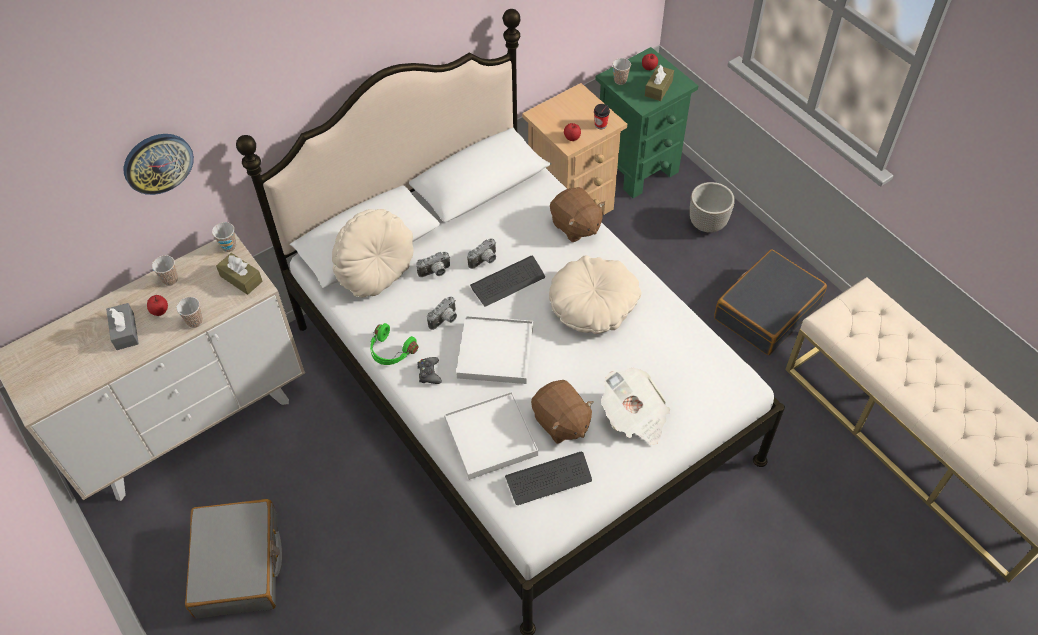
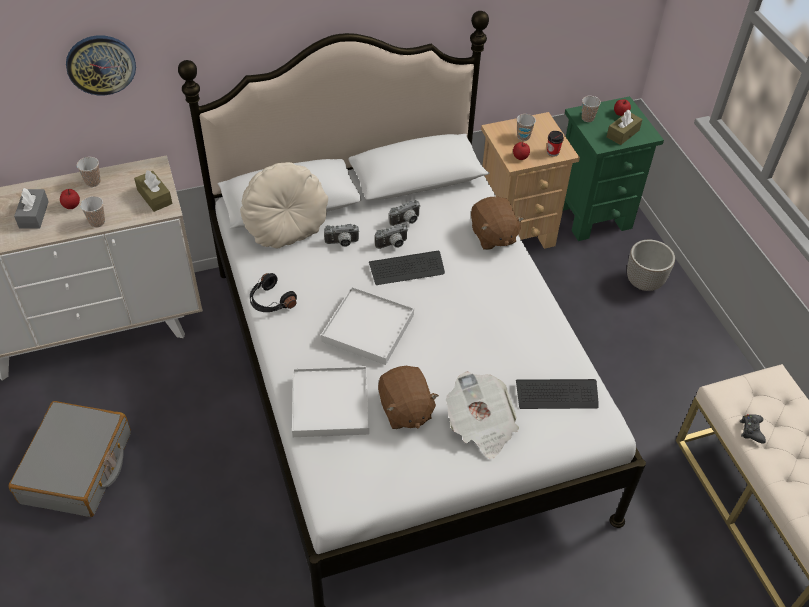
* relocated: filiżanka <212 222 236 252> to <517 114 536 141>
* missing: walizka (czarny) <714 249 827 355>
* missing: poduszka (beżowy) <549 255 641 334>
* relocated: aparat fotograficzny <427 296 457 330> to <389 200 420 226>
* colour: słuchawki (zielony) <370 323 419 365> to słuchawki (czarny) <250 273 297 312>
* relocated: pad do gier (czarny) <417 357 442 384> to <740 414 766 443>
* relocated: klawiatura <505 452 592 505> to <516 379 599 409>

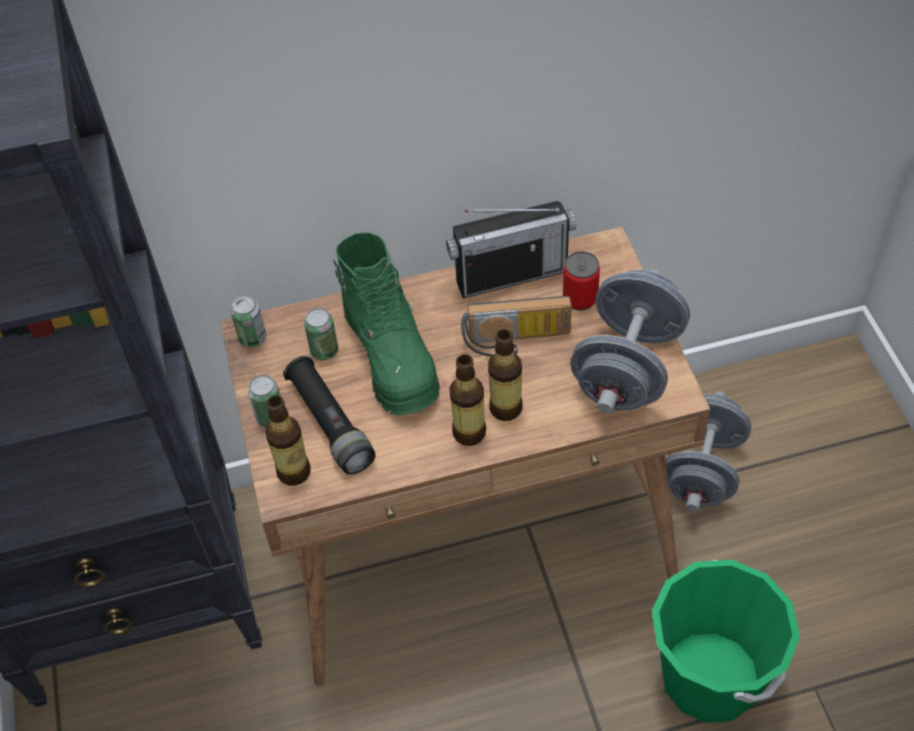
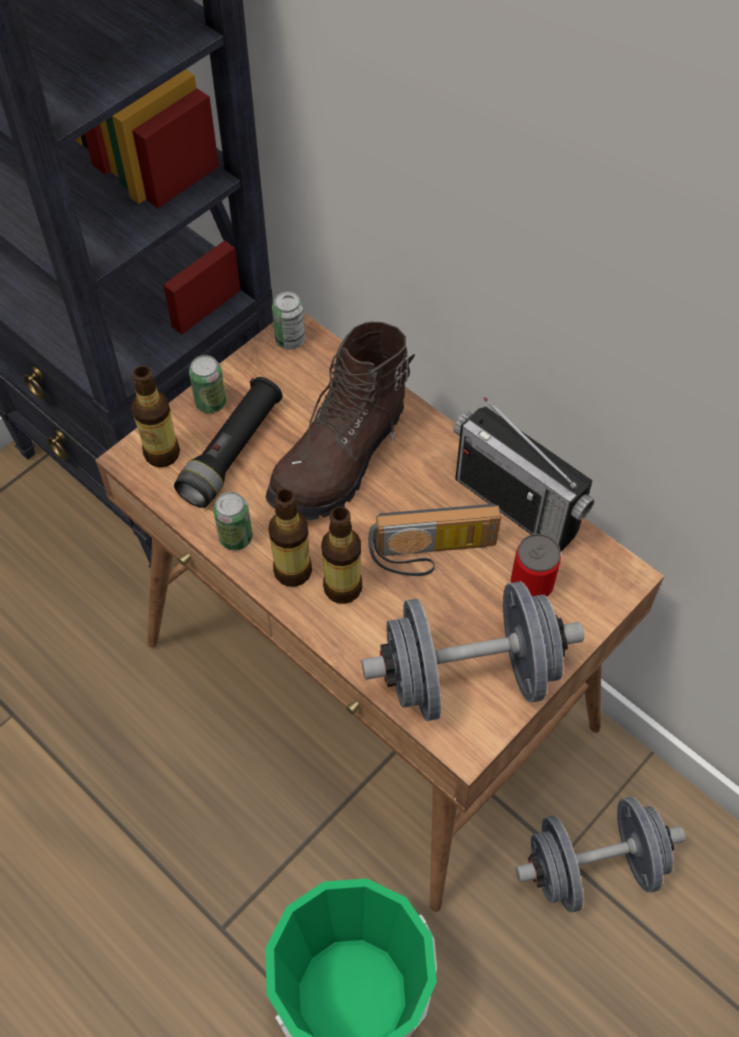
* colour: but z cholewką (zielony) <333 232 440 415> to but z cholewką (brązowy) <266 322 415 520>
* spun: radio <461 296 572 357> = <368 504 501 576> 60 degrees counterclockwise
* relocated: puszka <304 308 338 360> to <213 492 253 551>

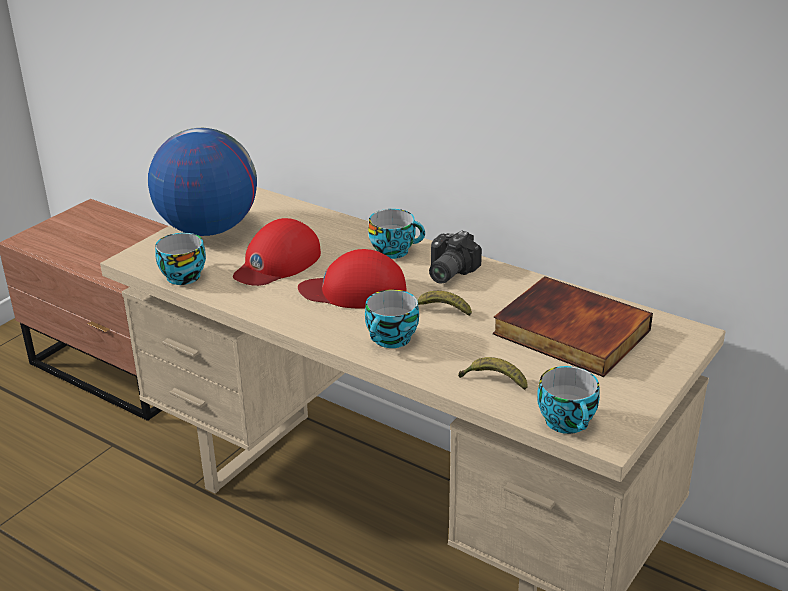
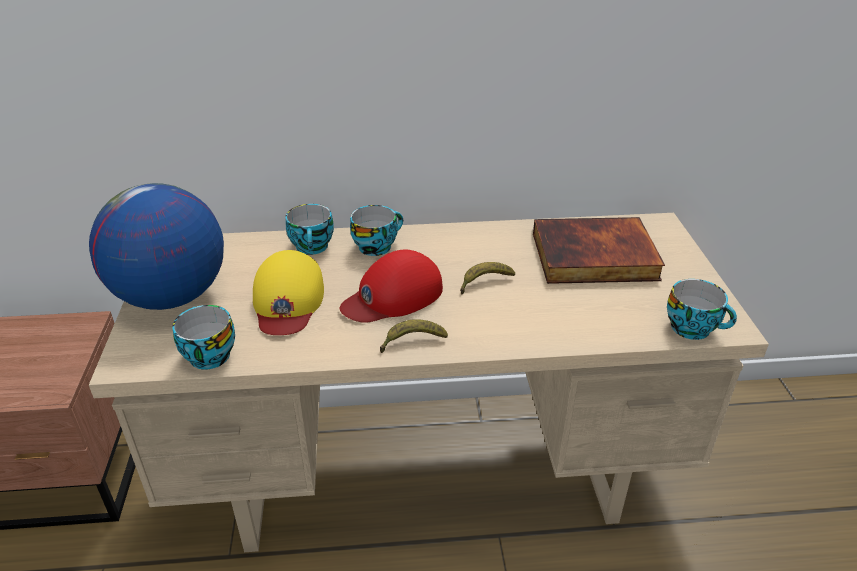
* colour: czapka z daszkiem (czerwony) <233 218 321 286> to czapka z daszkiem (żółty) <253 250 324 335>
* missing: aparat fotograficzny <429 231 482 284>
* relocated: filiżanka <365 289 419 348> to <286 204 334 255>
* relocated: banan <458 357 527 390> to <380 319 448 353>

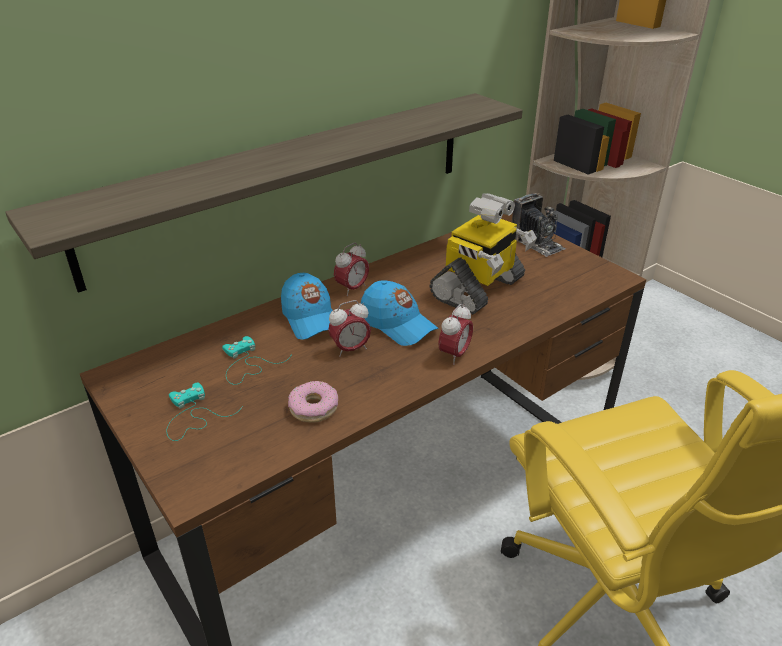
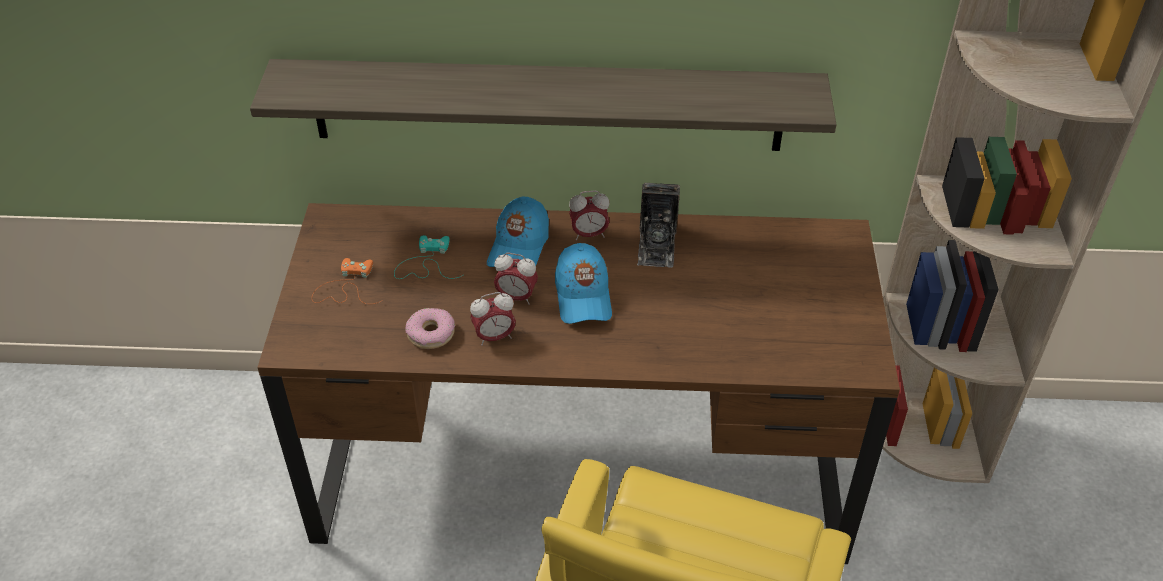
* missing: robot zabawkowy <430 193 537 315>
* relocated: aparat fotograficzny <512 193 566 257> to <637 183 680 268>
* relocated: budzik <438 304 473 365> to <470 292 516 346>
* colour: pad do gier (turkusowy) <166 383 243 441> to pad do gier (pomarańczowy) <312 258 381 304>

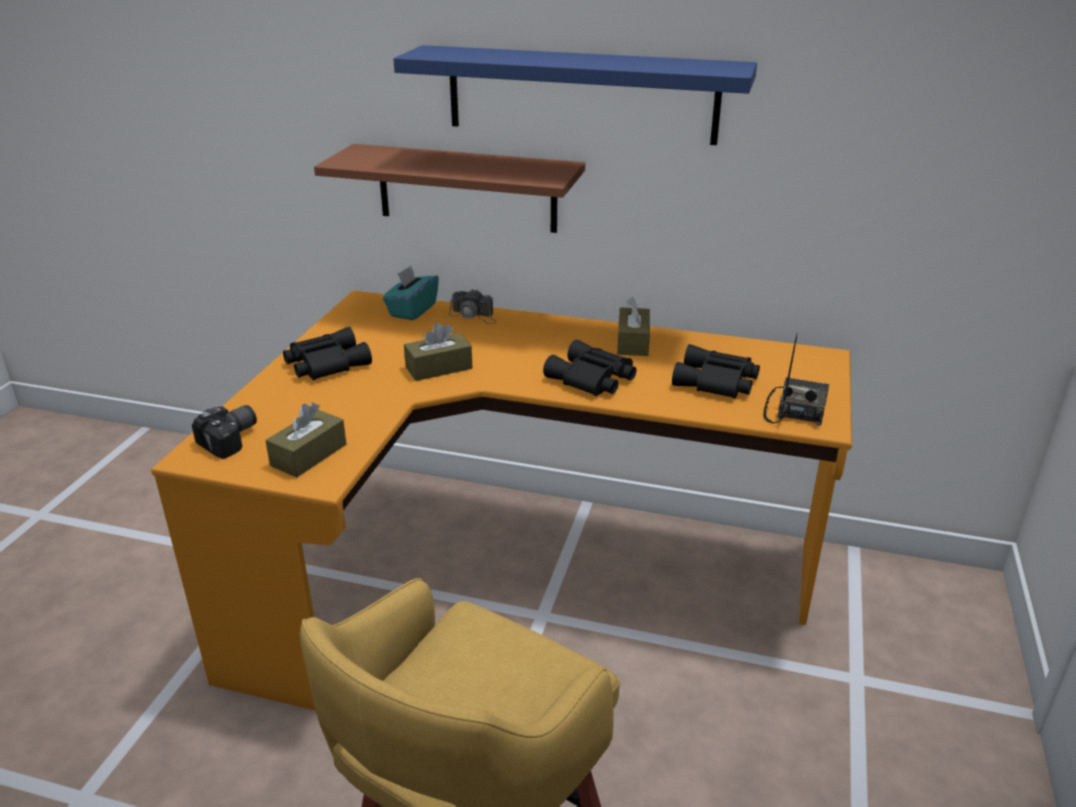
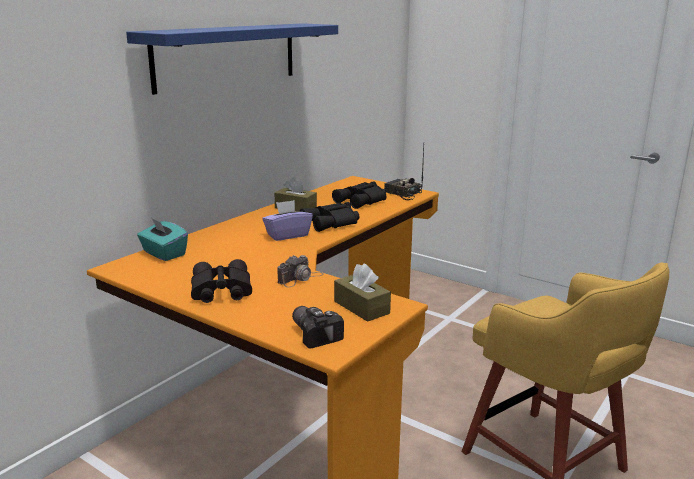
* missing: półka (brązowy) <314 144 585 233>
* relocated: aparat fotograficzny <448 289 496 324> to <277 255 324 287>
* missing: pudełko chusteczek (brązowy) <404 322 472 381>
* appeared: pudełko chusteczek (fioletowy) <262 200 313 241>

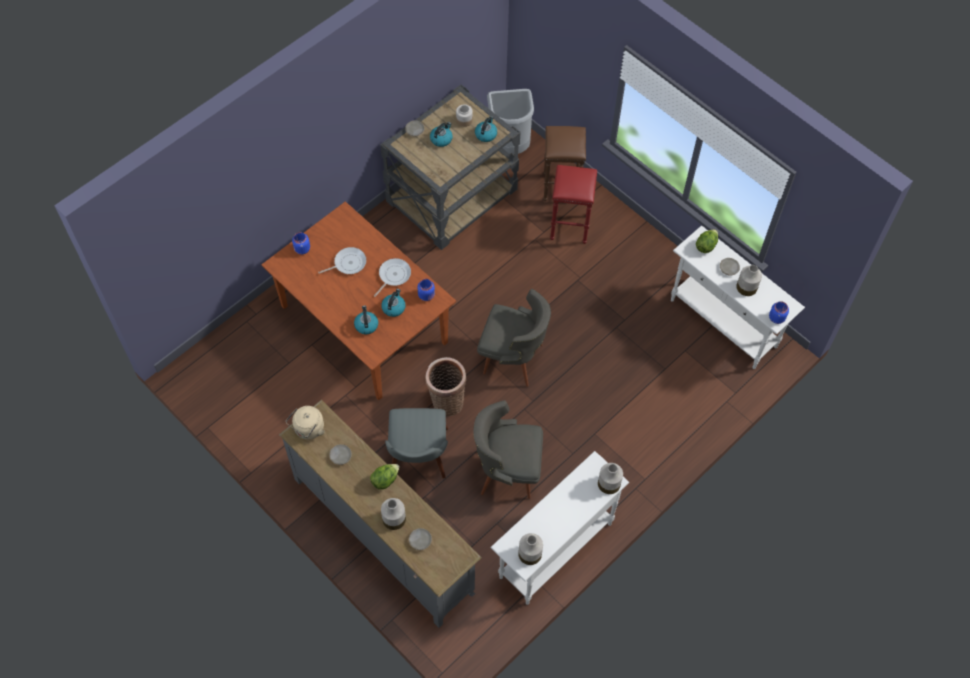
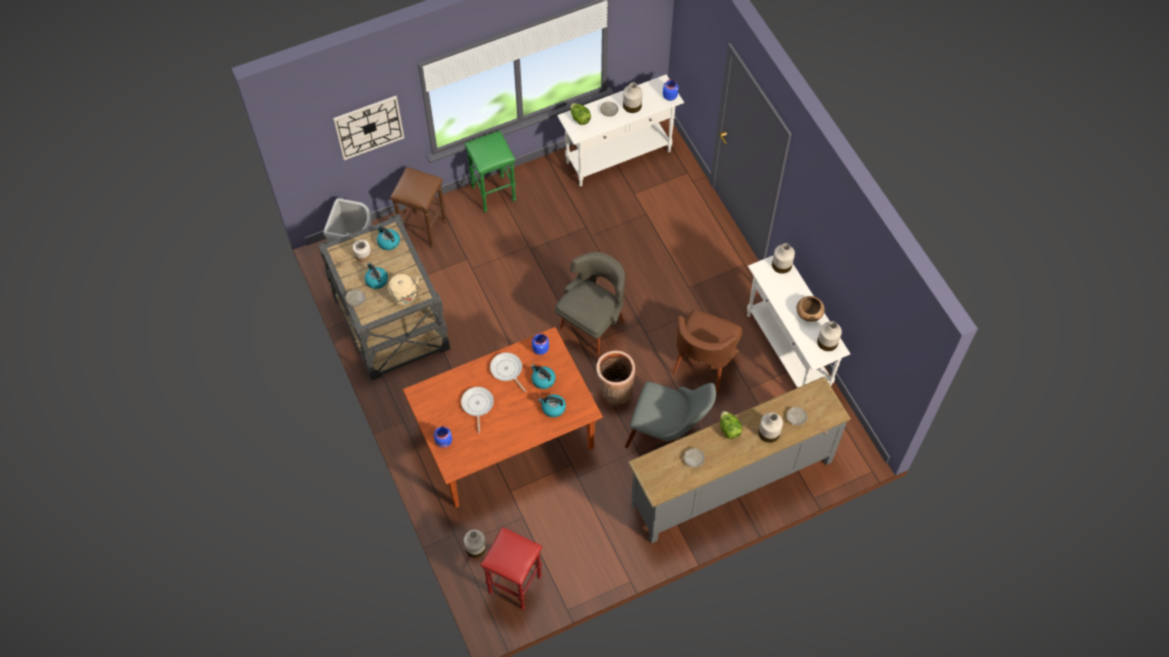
* relocated: stołek (czerwony) <550 165 597 244> to <481 527 542 610>
* colour: krzesło (szary) <473 400 543 499> to krzesło (brązowy) <672 309 742 392>
* relocated: czajnik (beżowy) <286 406 325 439> to <388 274 419 305>
* appeared: zegar ścienny <333 96 404 160>
* appeared: stołek (zielony) <464 131 516 212>
* appeared: miska (brązowy) <797 296 825 322>
* appeared: wazon (beżowy) <464 530 486 558>

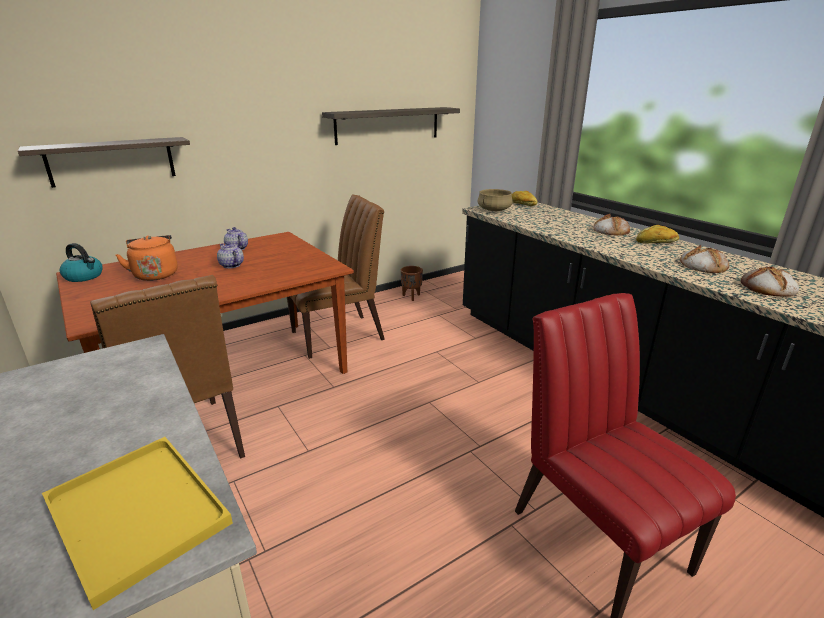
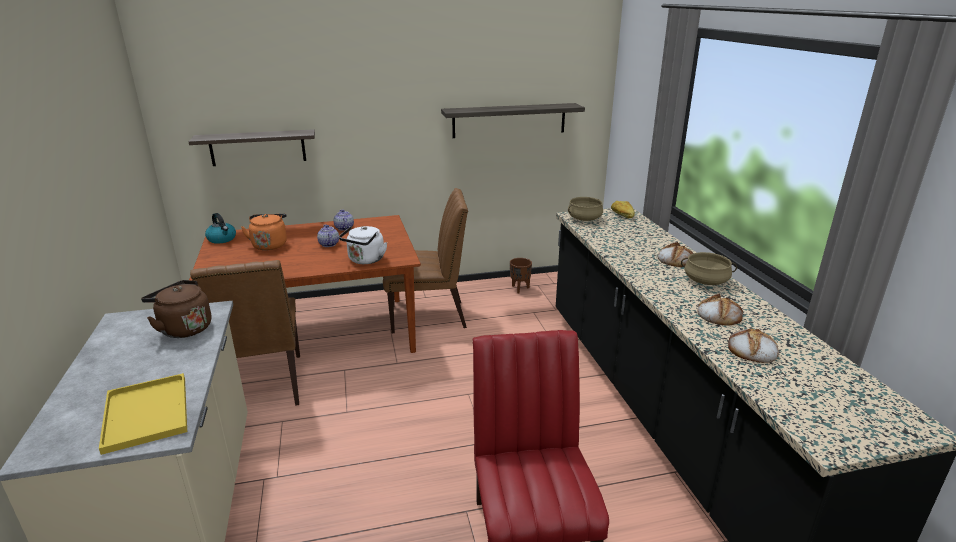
* exchanged: chleb <636 225 679 244> to garnek (beżowy) <681 252 737 285>
* appeared: czajnik (biały) <339 226 387 264>
* appeared: czajnik (brązowy) <141 280 211 338>

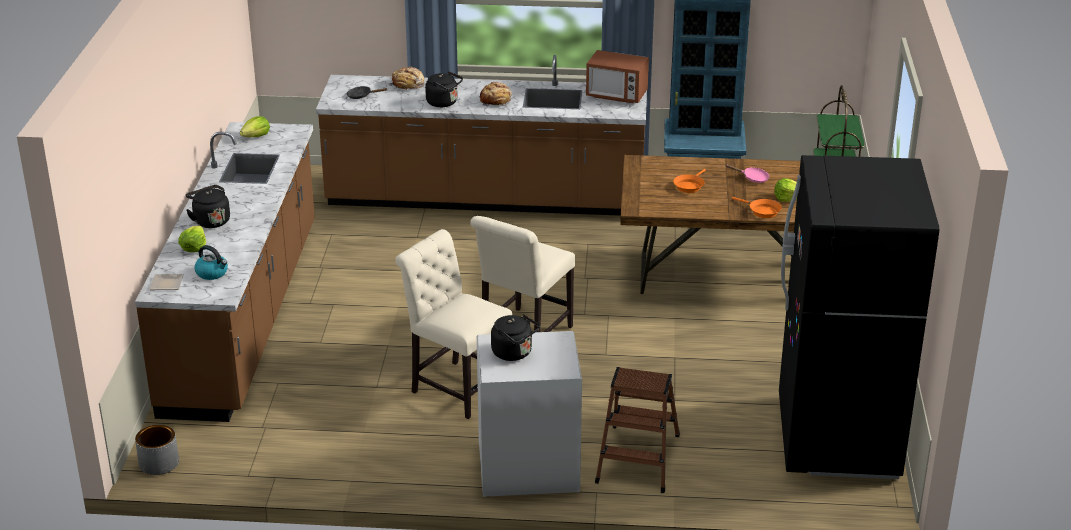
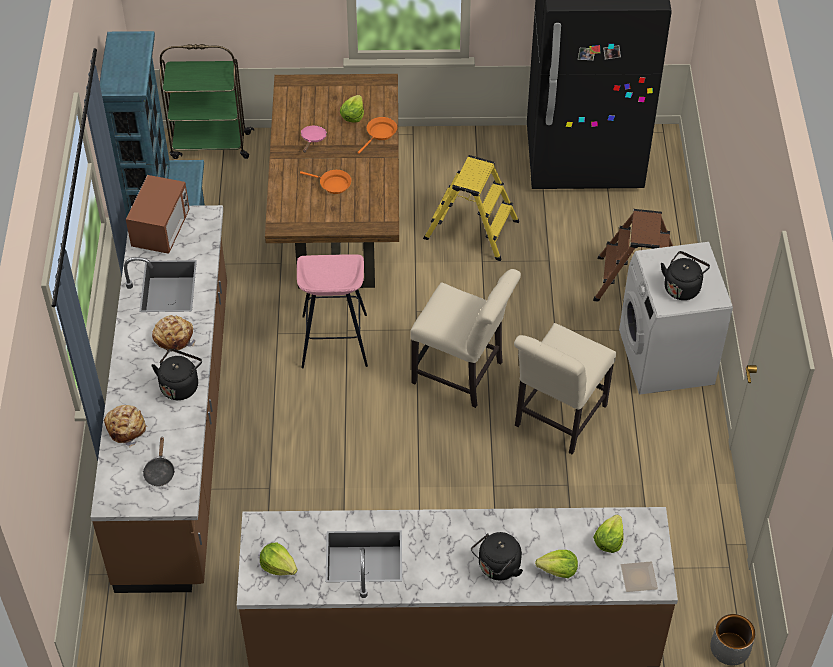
* exchanged: czajnik <194 245 228 280> to sałata <593 515 624 553>
* appeared: drabinka (żółty) <423 155 519 261>
* appeared: stołek (różowy) <297 254 368 368>

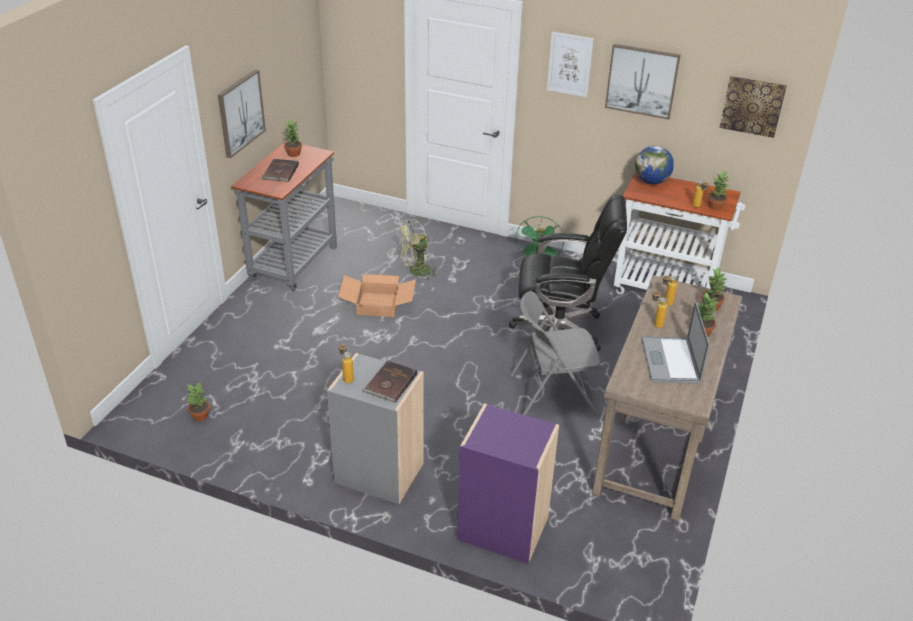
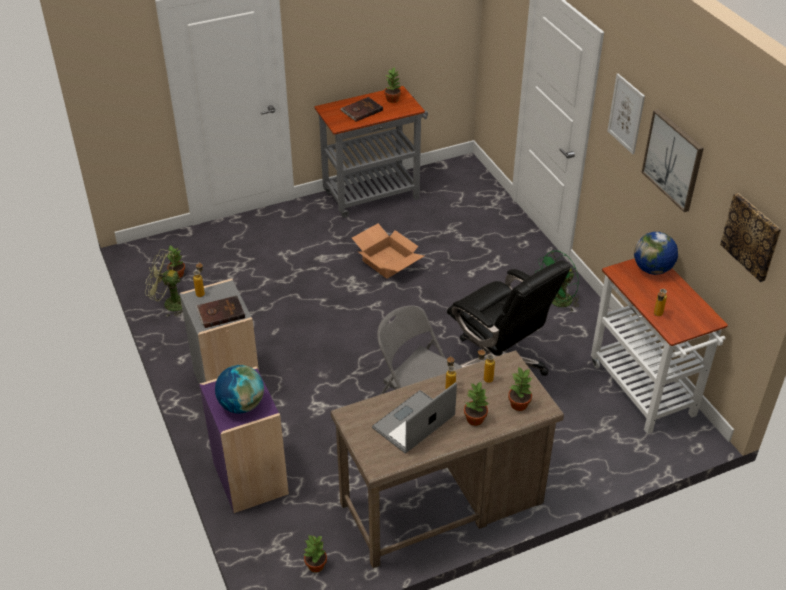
* missing: obraz <218 70 266 158>
* relocated: roślina doniczkowa <708 171 729 210> to <304 535 327 572>
* relocated: wentylator (zielony) <394 219 438 279> to <146 249 183 317>
* appeared: globus <215 365 264 413>

